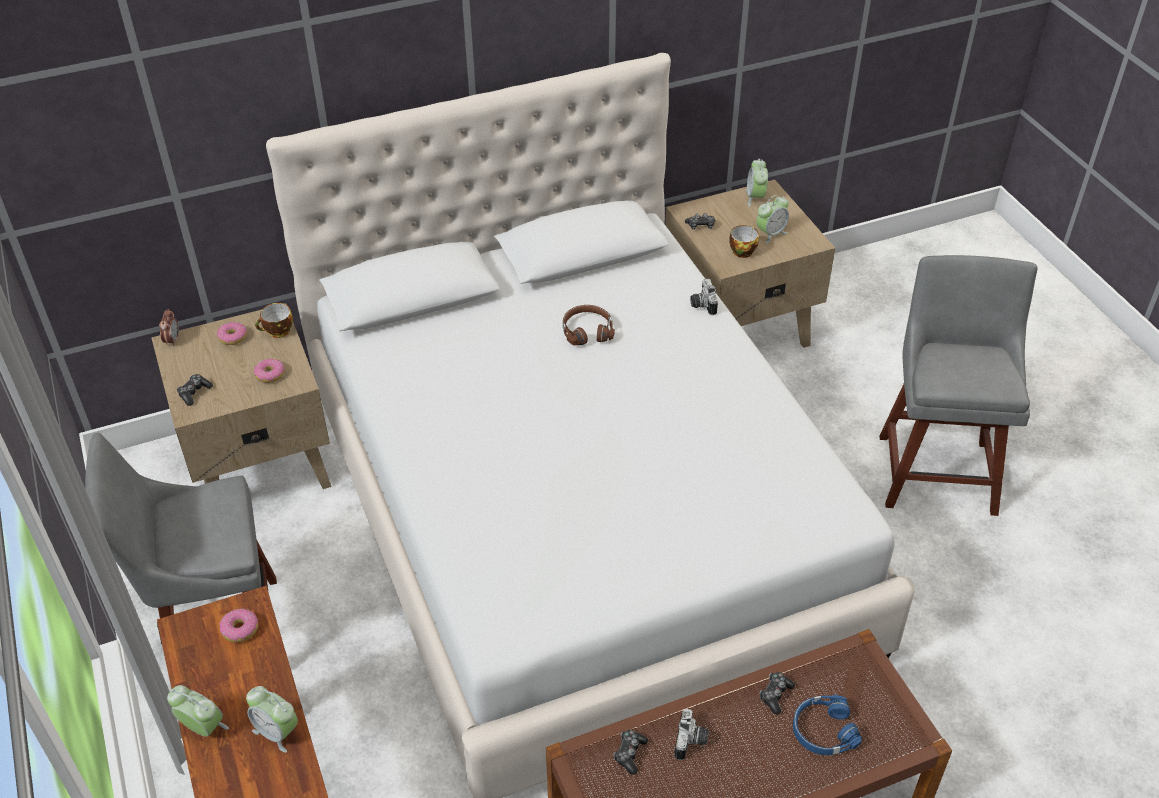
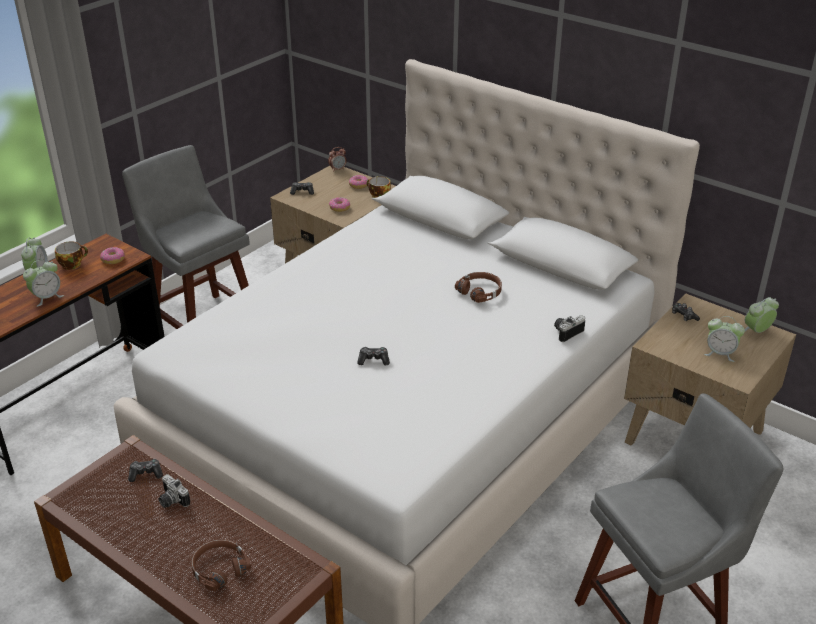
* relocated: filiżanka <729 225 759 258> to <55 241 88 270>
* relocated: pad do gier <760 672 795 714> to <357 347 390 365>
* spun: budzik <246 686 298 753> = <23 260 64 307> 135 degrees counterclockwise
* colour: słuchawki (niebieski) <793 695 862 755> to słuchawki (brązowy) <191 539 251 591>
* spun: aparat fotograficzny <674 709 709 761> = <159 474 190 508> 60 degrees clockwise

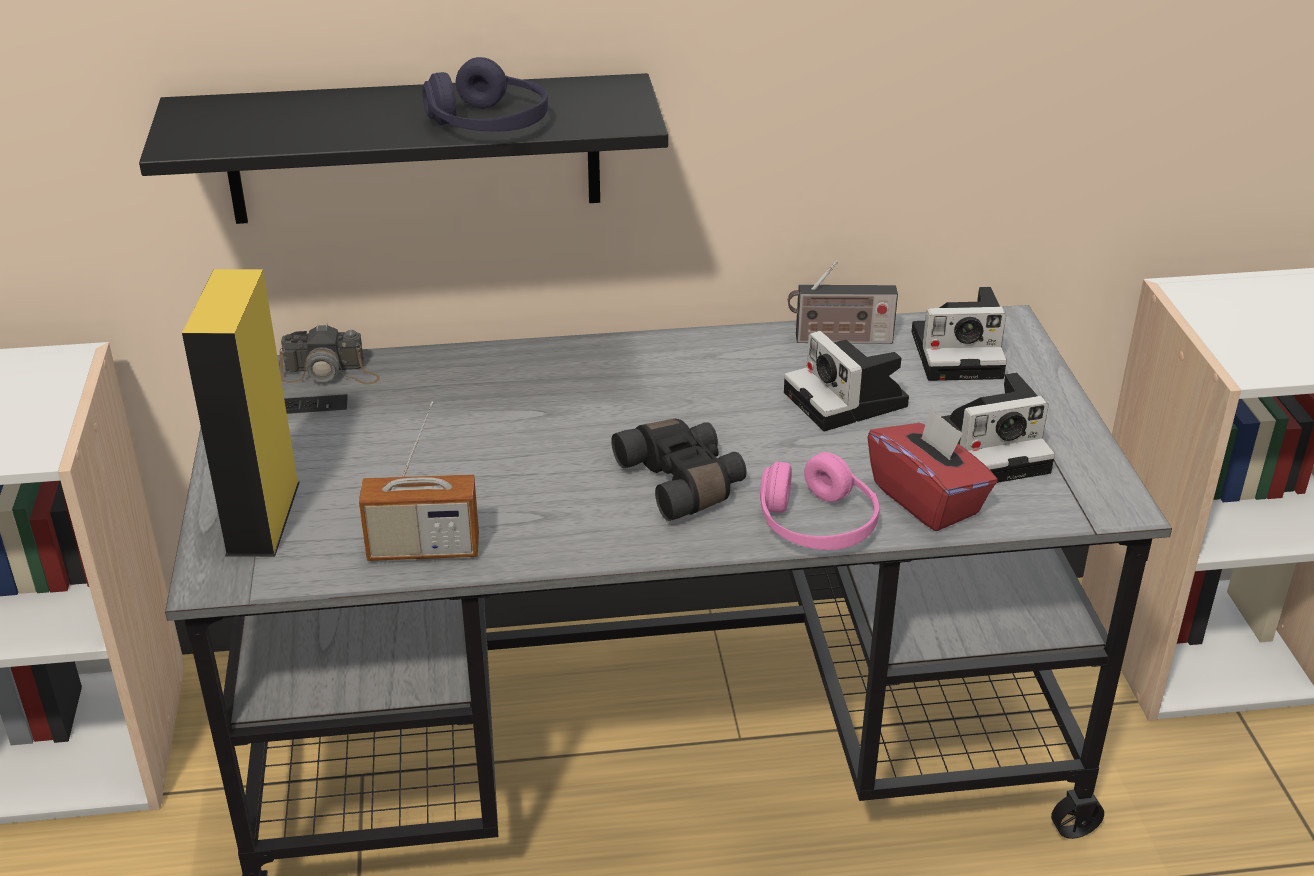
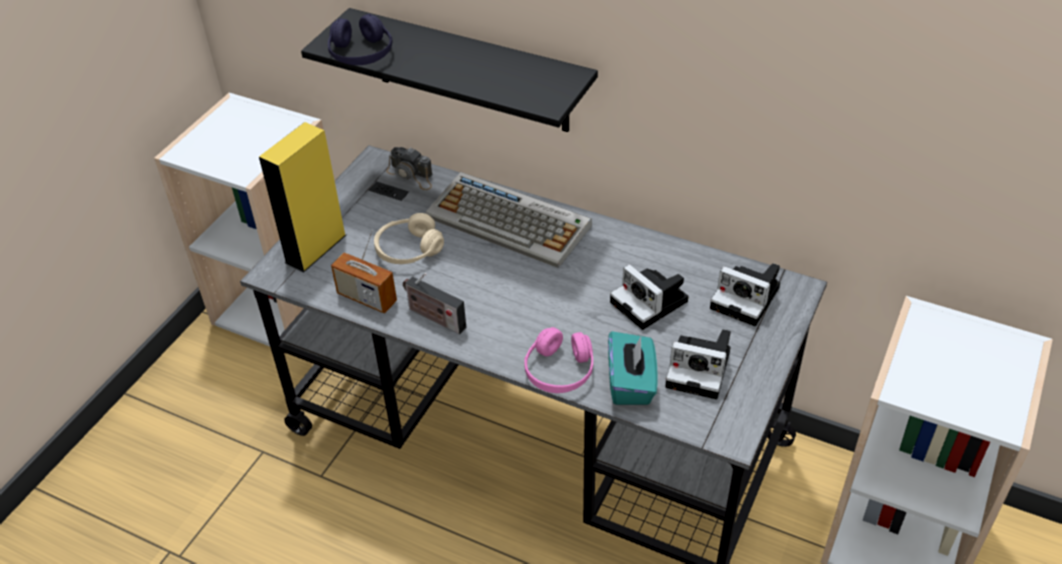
* relocated: słuchawki (fioletowy) <422 57 548 132> to <328 14 393 65>
* relocated: radio <788 261 898 344> to <403 273 466 335>
* spun: aparat fotograficzny <784 331 909 431> = <610 264 688 330> 45 degrees counterclockwise
* colour: pudełko chusteczek (czerwony) <867 408 998 531> to pudełko chusteczek (turkusowy) <608 331 658 405>
* missing: lornetka (czarny) <611 419 747 521>
* appeared: klawiatura <425 172 592 268>
* appeared: słuchawki (beżowy) <374 213 444 264>

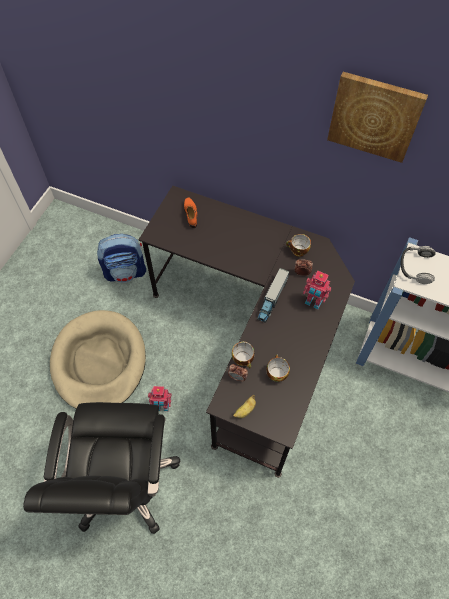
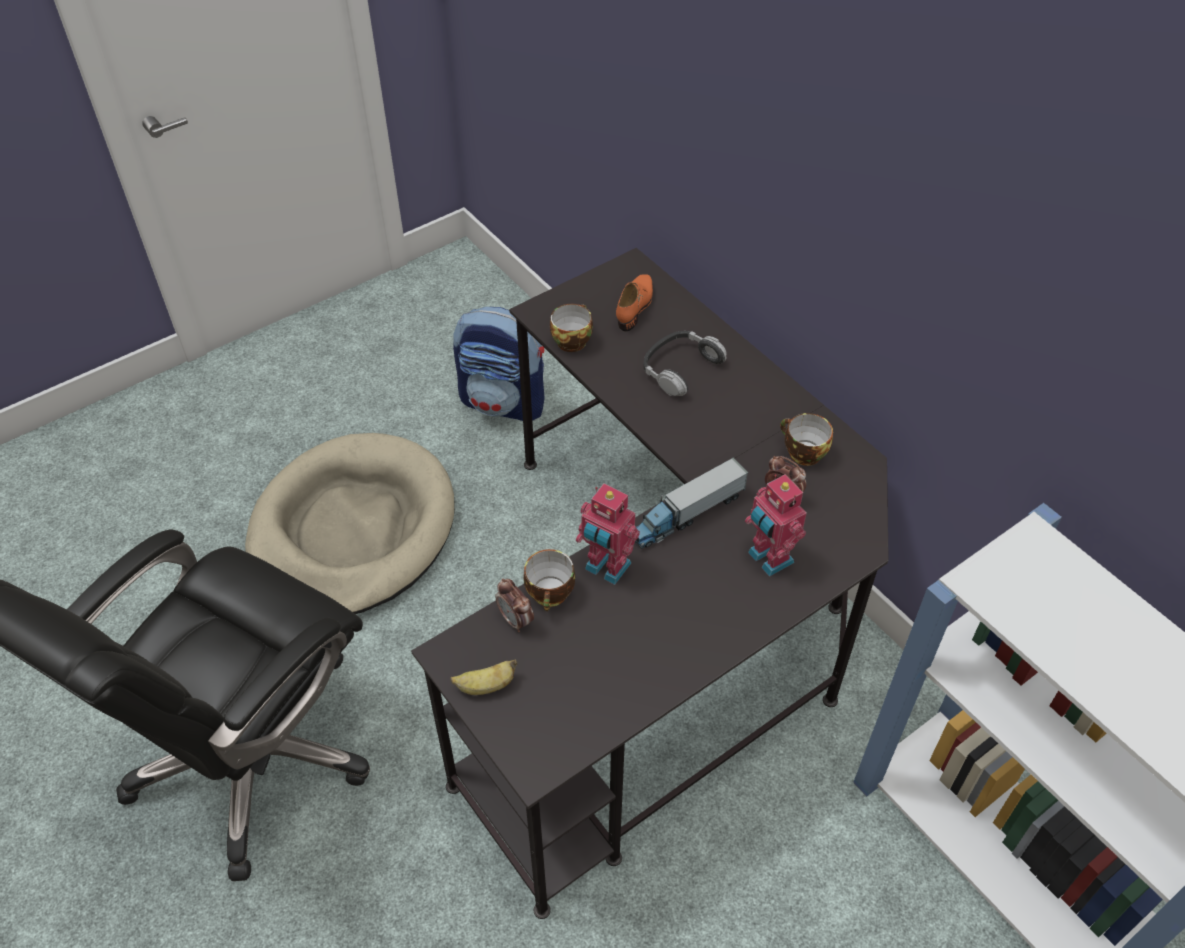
* missing: obraz <327 72 428 163>
* relocated: słuchawki <401 246 436 284> to <643 331 727 396>
* relocated: filiżanka <266 355 290 382> to <550 304 593 352>
* relocated: robot zabawkowy <148 386 171 411> to <576 484 640 585>

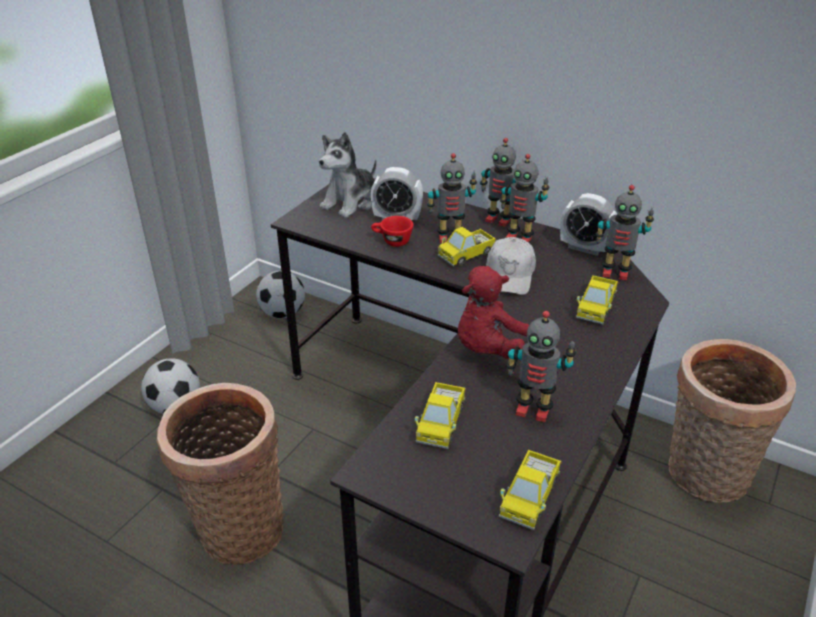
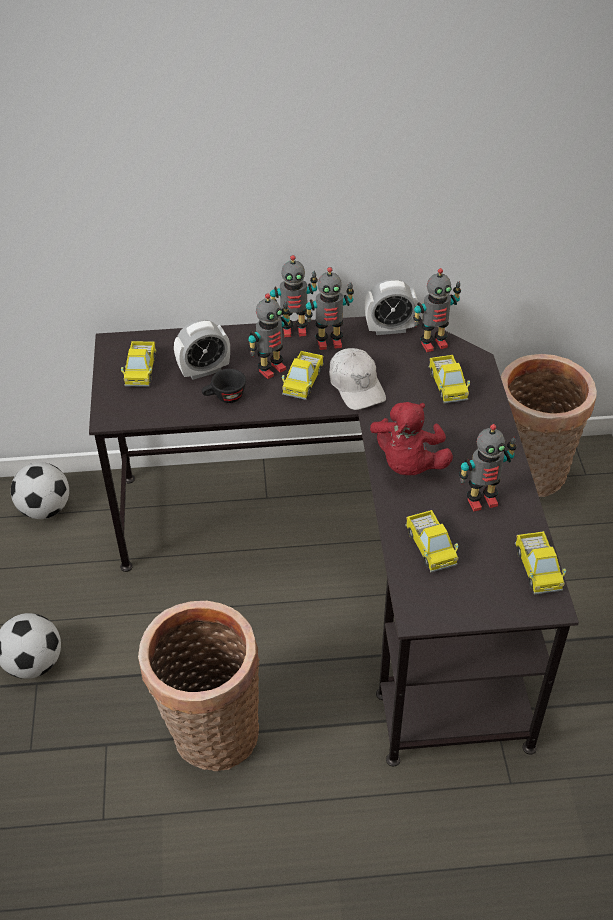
* exchanged: pluszak <319 132 377 218> to ciężarówka zabawkowa <121 341 156 387>
* colour: filiżanka (czerwony) <371 216 413 247> to filiżanka (czarny) <202 369 246 403>

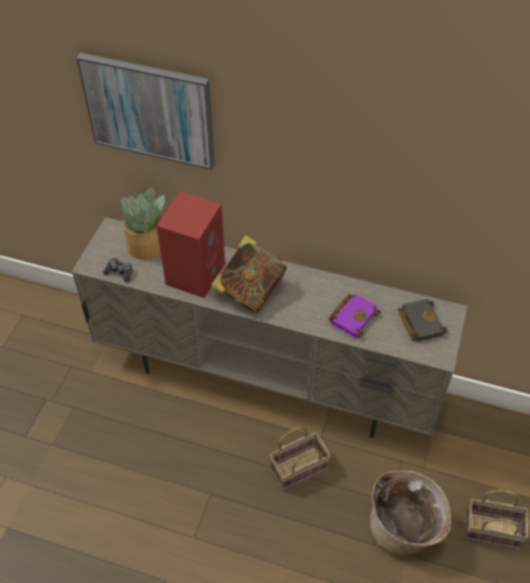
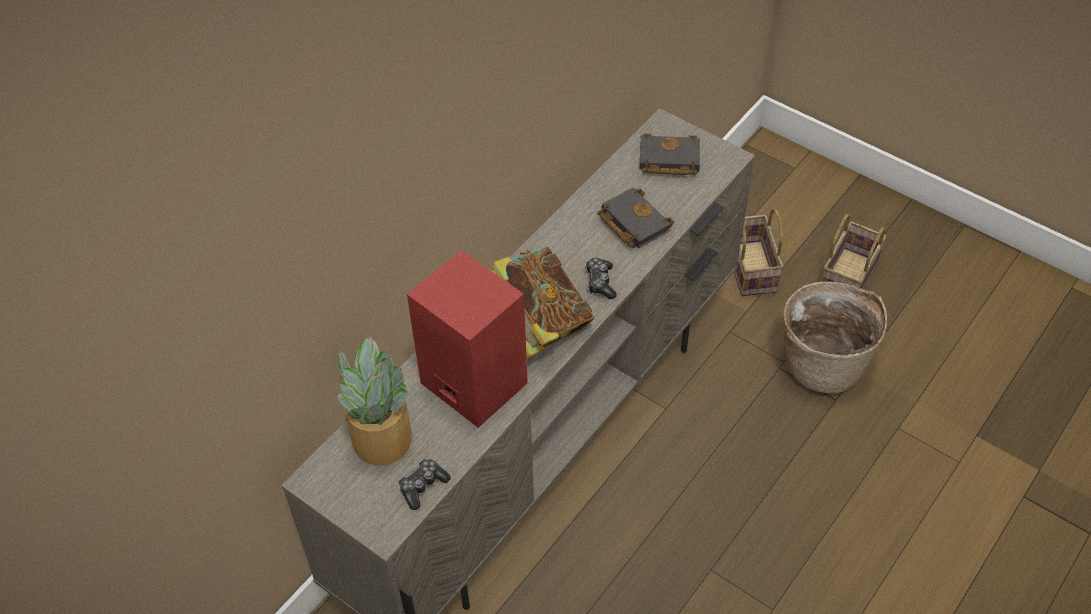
* missing: obraz <76 53 215 170>
* colour: książka (fioletowy) <328 294 381 338> to książka (czarny) <597 188 674 248>
* relocated: koszyk <270 426 331 491> to <734 208 784 296>
* appeared: pad do gier <585 258 617 299>

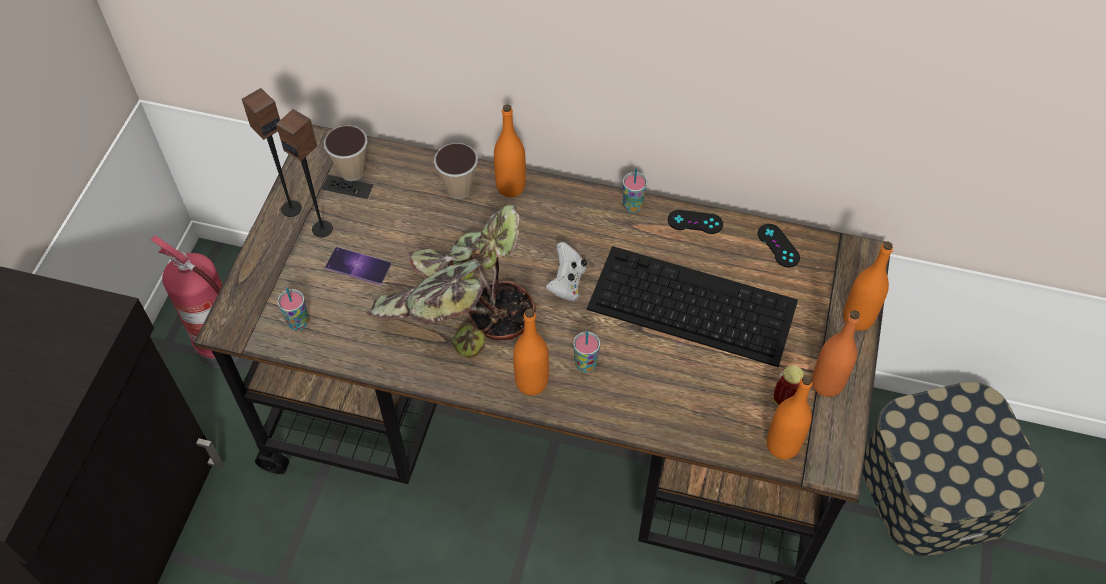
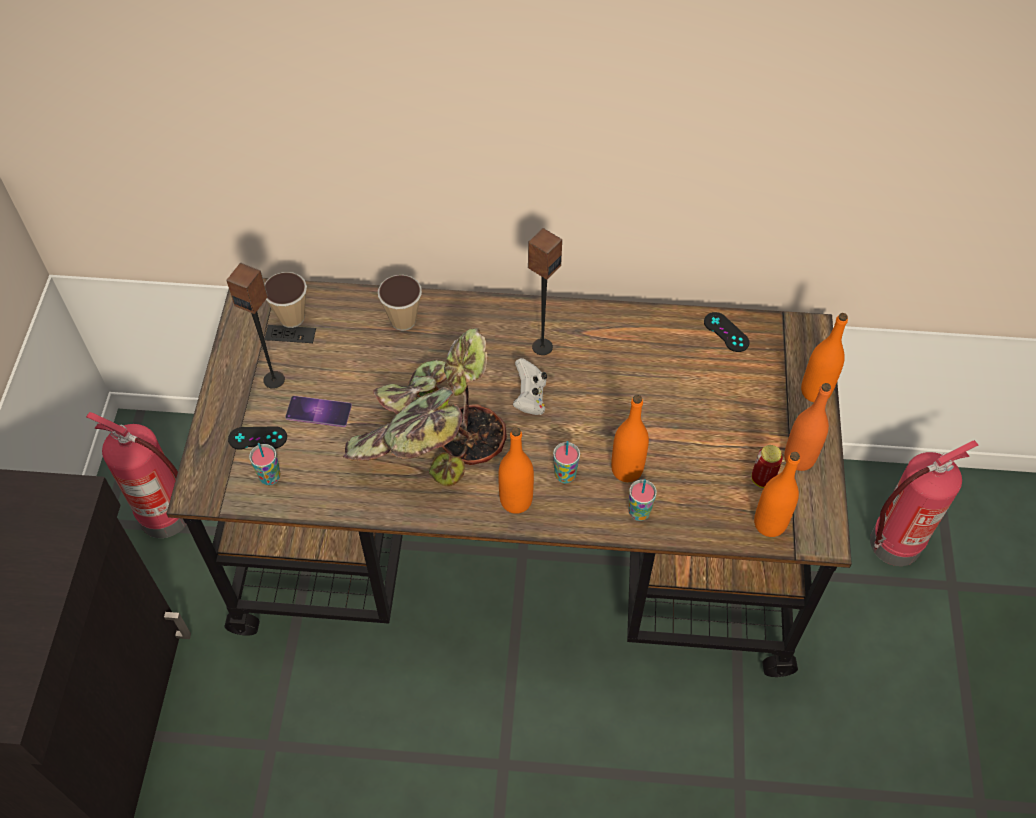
* relocated: głośnik <242 88 302 217> to <528 228 562 355>
* relocated: butelka (pomarańczowy) <494 105 526 197> to <611 395 649 482>
* relocated: filiżanka <623 168 647 213> to <629 479 657 521>
* relocated: pad do gier (czarny) <668 210 723 234> to <228 426 287 450>
* missing: klawiatura <587 246 798 367>
* exchanged: pojemnik do przechowywania <862 382 1045 557> to gaśnica <870 440 978 566>

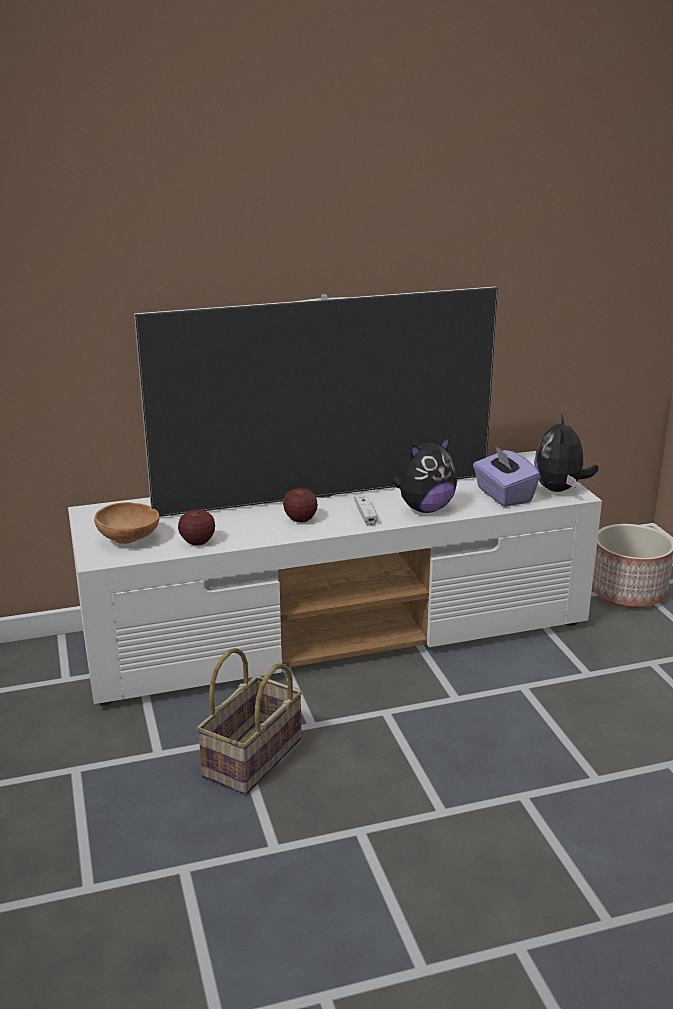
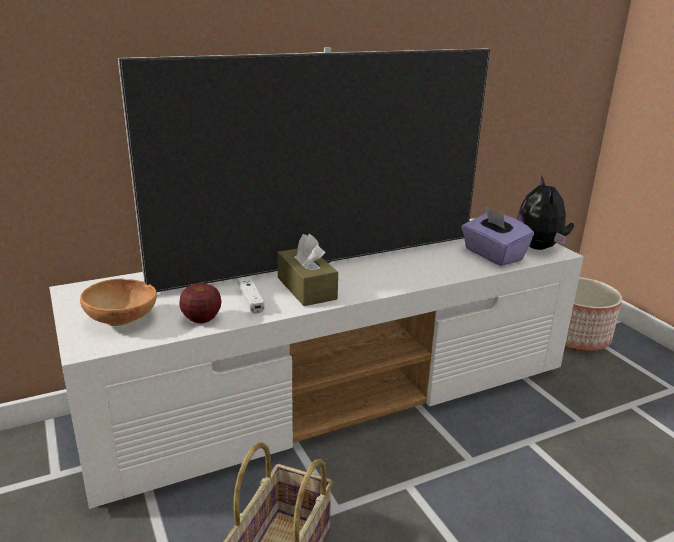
* missing: pluszak <392 435 457 513>
* exchanged: jabłko <283 487 318 523> to pudełko chusteczek (brązowy) <277 234 338 306>
* relocated: pad do gier (biały) <354 494 377 526> to <238 277 265 314>

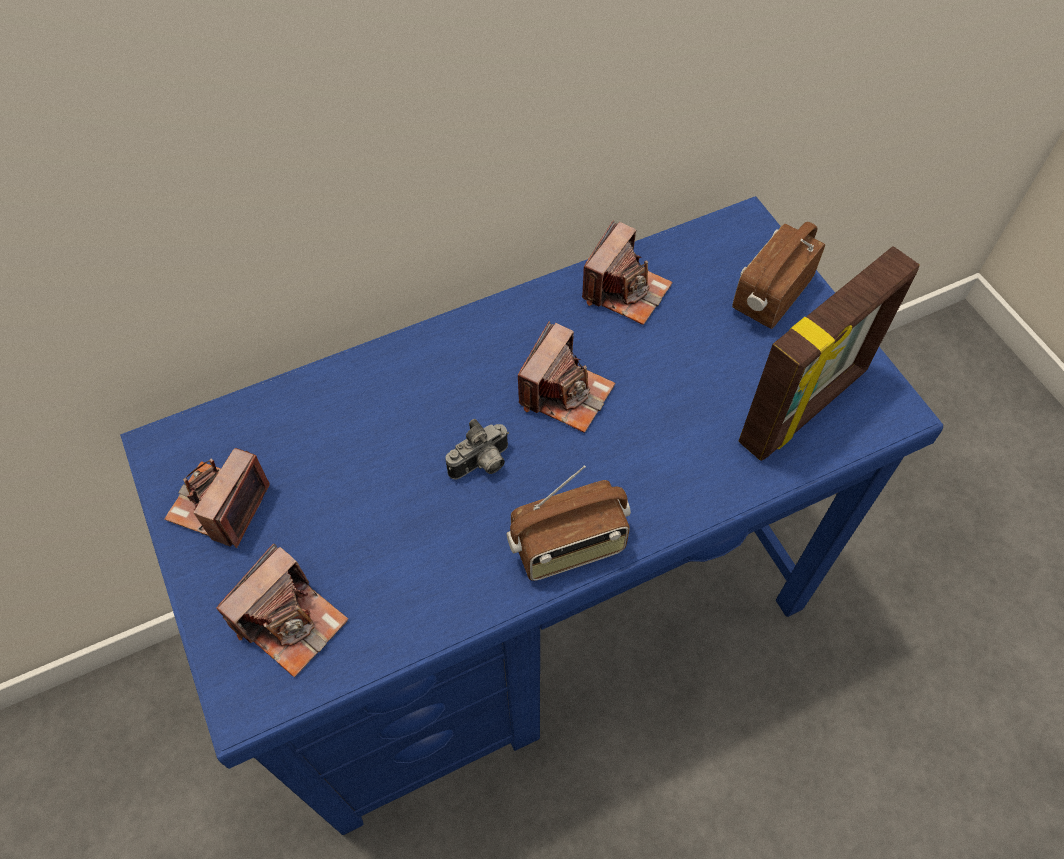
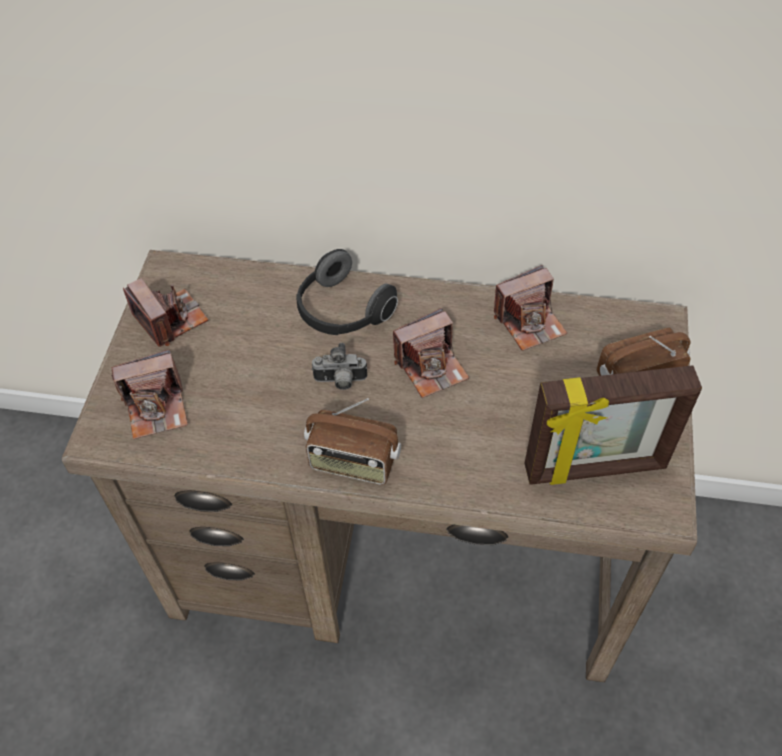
* colour: biurko (niebieski) <120 196 943 835> to biurko (brązowy) <62 250 697 682>
* spun: aparat fotograficzny <165 448 270 548> = <123 278 209 347> 90 degrees clockwise
* appeared: słuchawki <296 249 398 335>

